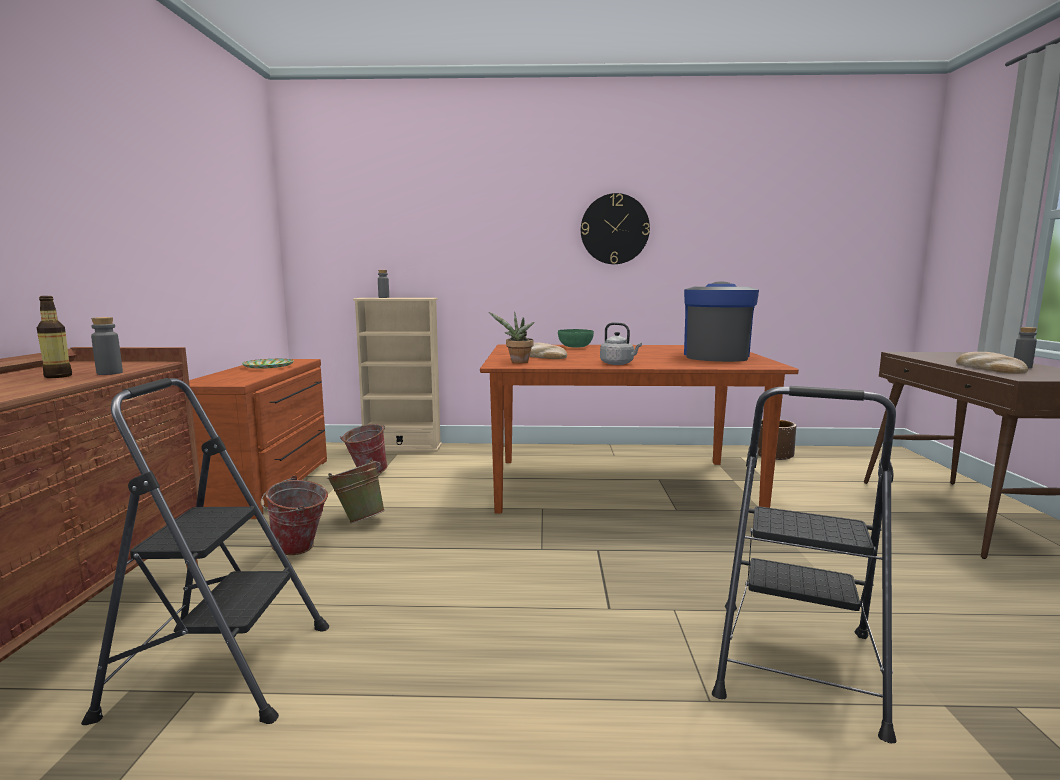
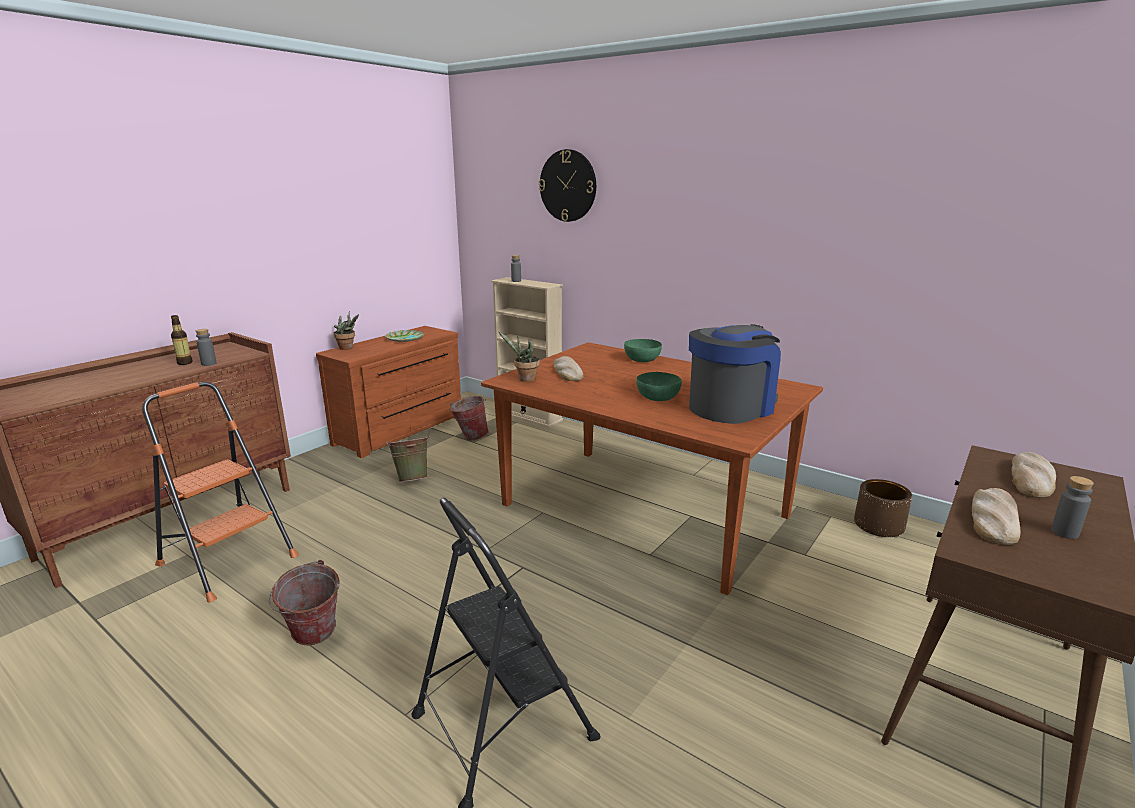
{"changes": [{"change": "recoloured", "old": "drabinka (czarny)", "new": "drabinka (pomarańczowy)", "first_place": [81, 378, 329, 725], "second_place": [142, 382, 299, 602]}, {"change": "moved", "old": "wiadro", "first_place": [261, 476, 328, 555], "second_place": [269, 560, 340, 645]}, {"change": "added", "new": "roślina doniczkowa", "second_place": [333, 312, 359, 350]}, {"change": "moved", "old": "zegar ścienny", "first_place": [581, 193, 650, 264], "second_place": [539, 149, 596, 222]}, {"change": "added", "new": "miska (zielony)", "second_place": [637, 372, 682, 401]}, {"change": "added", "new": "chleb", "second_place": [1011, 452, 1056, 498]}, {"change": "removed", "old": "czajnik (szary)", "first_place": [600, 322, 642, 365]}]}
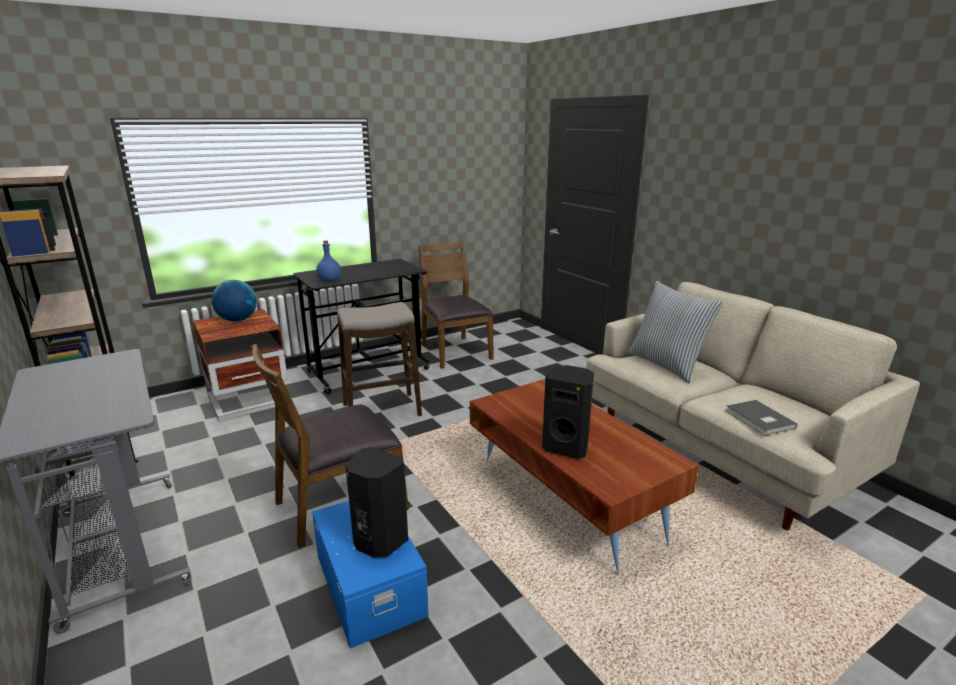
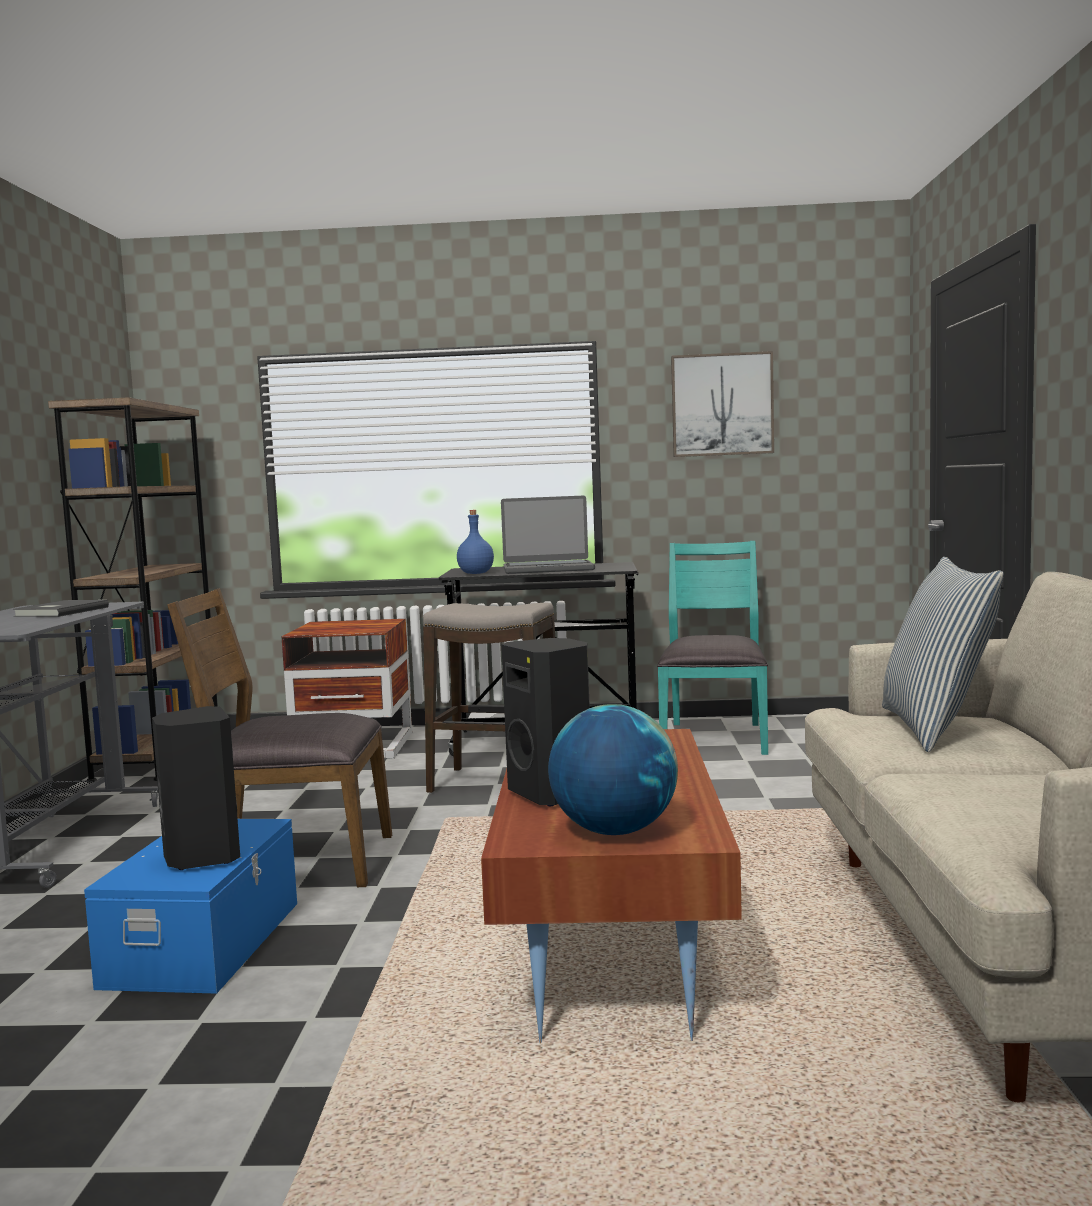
{"changes": [{"change": "moved", "old": "książka (szary)", "first_place": [725, 400, 797, 435], "second_place": [12, 600, 109, 617]}, {"change": "added", "new": "laptop", "second_place": [501, 496, 595, 574]}, {"change": "moved", "old": "globus", "first_place": [211, 280, 257, 322], "second_place": [548, 704, 678, 835]}, {"change": "recoloured", "old": "krzesło (brązowy)", "new": "krzesło (turkusowy)", "first_place": [419, 242, 494, 369], "second_place": [657, 541, 768, 755]}, {"change": "added", "new": "obraz", "second_place": [671, 351, 774, 457]}]}
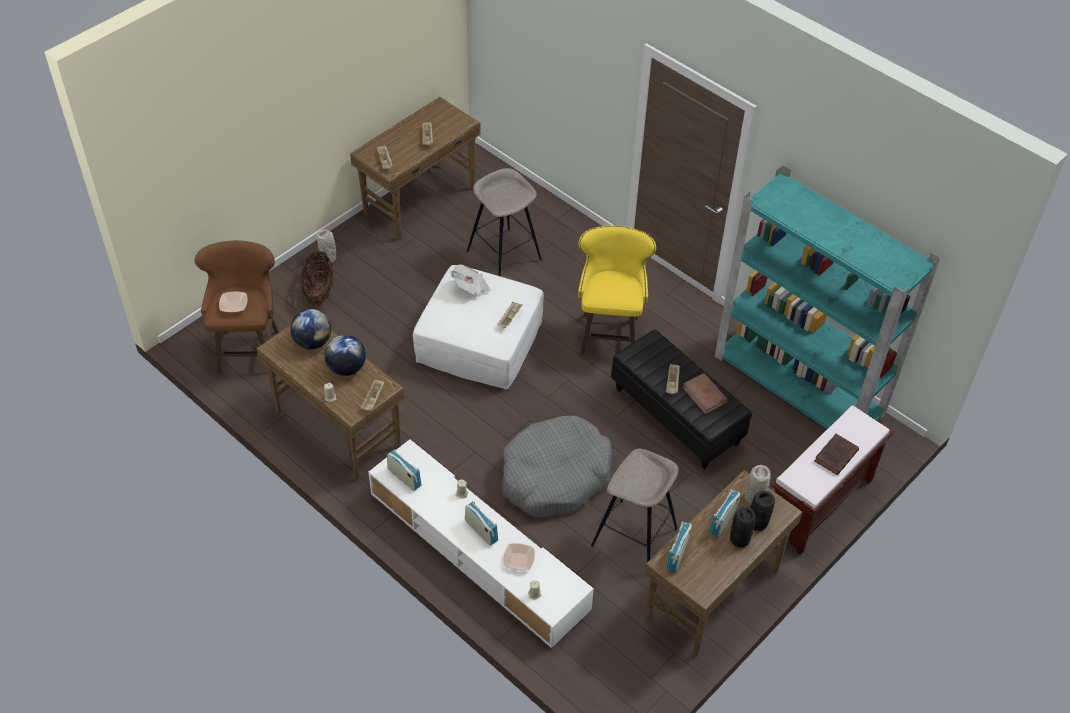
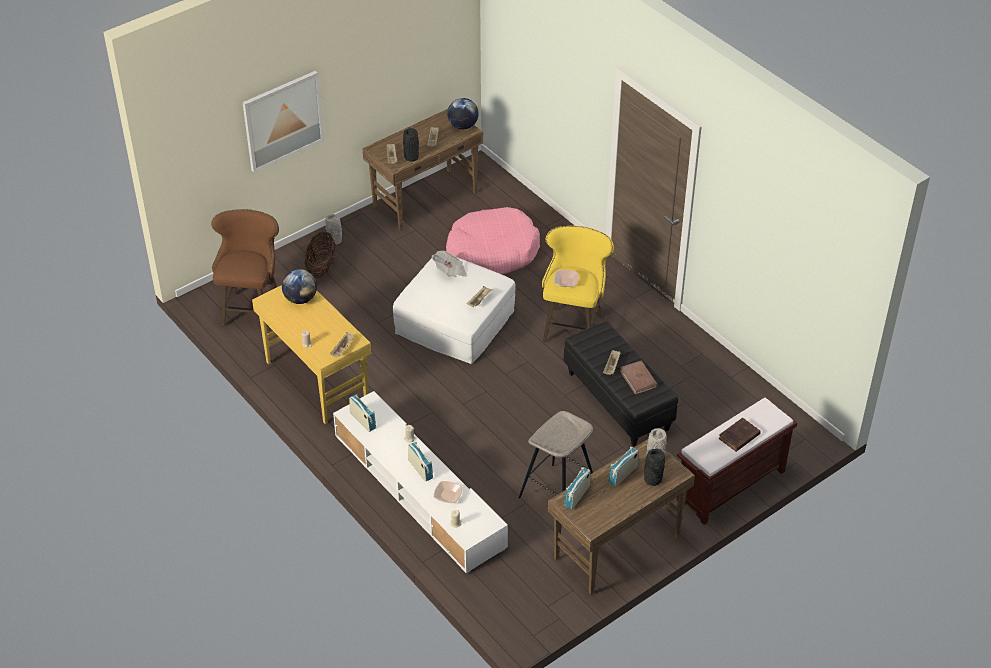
{"changes": [{"change": "added", "new": "obraz", "second_place": [242, 71, 324, 172]}, {"change": "recoloured", "old": "stolik konsolowy (brązowy)", "new": "stolik konsolowy (żółty)", "first_place": [256, 325, 404, 481], "second_place": [252, 285, 371, 424]}, {"change": "moved", "old": "wazon (czarny)", "first_place": [730, 506, 756, 548], "second_place": [403, 128, 419, 161]}, {"change": "replaced", "old": "stołek (szary)", "new": "legowisko (różowy)", "first_place": [467, 168, 542, 277], "second_place": [446, 207, 540, 274]}, {"change": "moved", "old": "globus", "first_place": [324, 335, 366, 376], "second_place": [447, 98, 478, 129]}, {"change": "moved", "old": "miska", "first_place": [219, 292, 247, 312], "second_place": [554, 270, 579, 287]}, {"change": "removed", "old": "legowisko (szary)", "first_place": [502, 416, 612, 518]}, {"change": "removed", "old": "regał (turkusowy)", "first_place": [714, 165, 940, 429]}]}
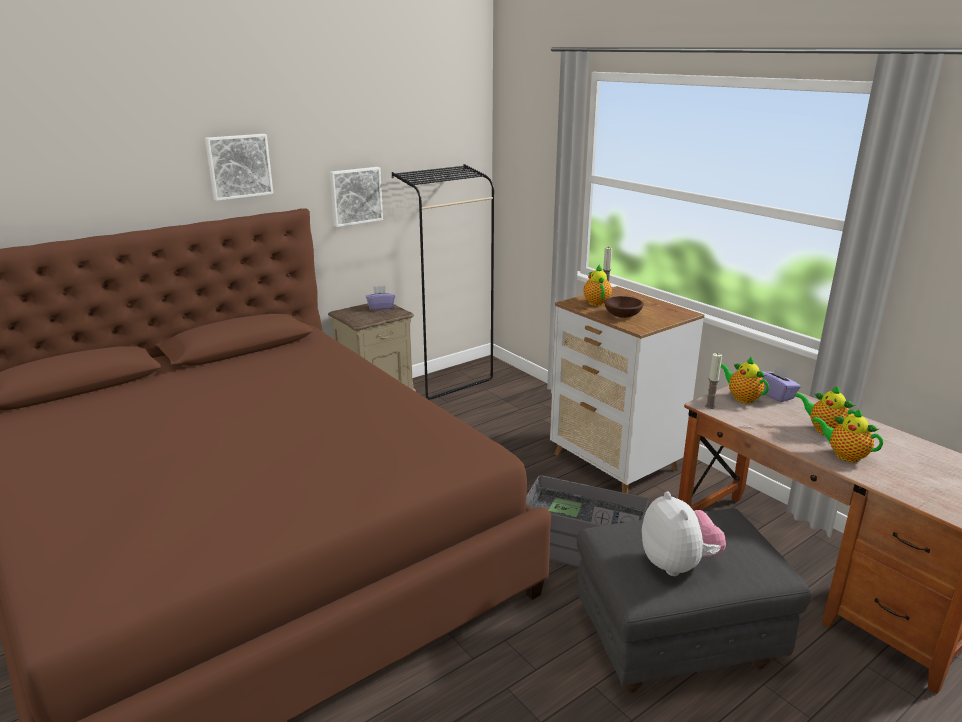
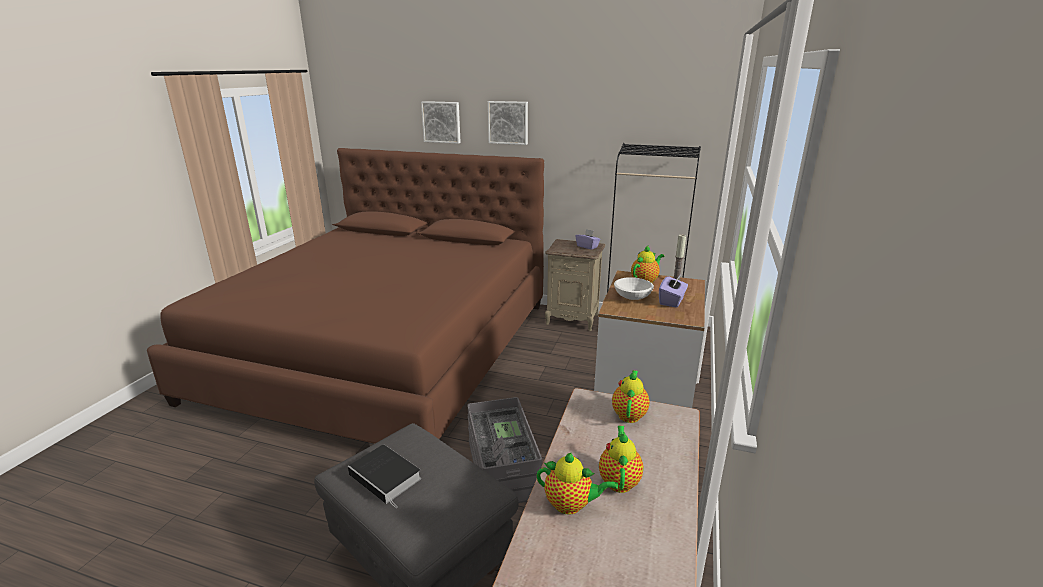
{"changes": [{"change": "replaced", "old": "pluszak", "new": "książka", "first_place": [642, 491, 726, 576], "second_place": [348, 444, 421, 508]}, {"change": "moved", "old": "obraz", "first_place": [329, 167, 383, 227], "second_place": [421, 101, 461, 144]}, {"change": "turned", "old": "imbryk", "first_place": [812, 408, 883, 463], "second_place": [537, 452, 618, 515], "degrees": 105}, {"change": "recoloured", "old": "miska (brązowy)", "new": "miska (biały)", "first_place": [604, 296, 644, 318], "second_place": [614, 277, 654, 300]}, {"change": "moved", "old": "pudełko chusteczek (fioletowy)", "first_place": [762, 364, 801, 402], "second_place": [659, 276, 688, 308]}, {"change": "removed", "old": "świeca", "first_place": [705, 353, 722, 409]}]}
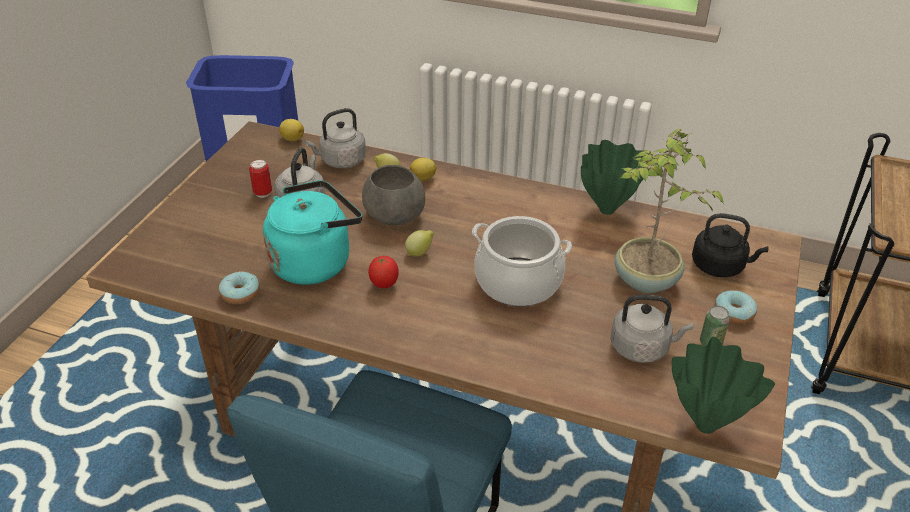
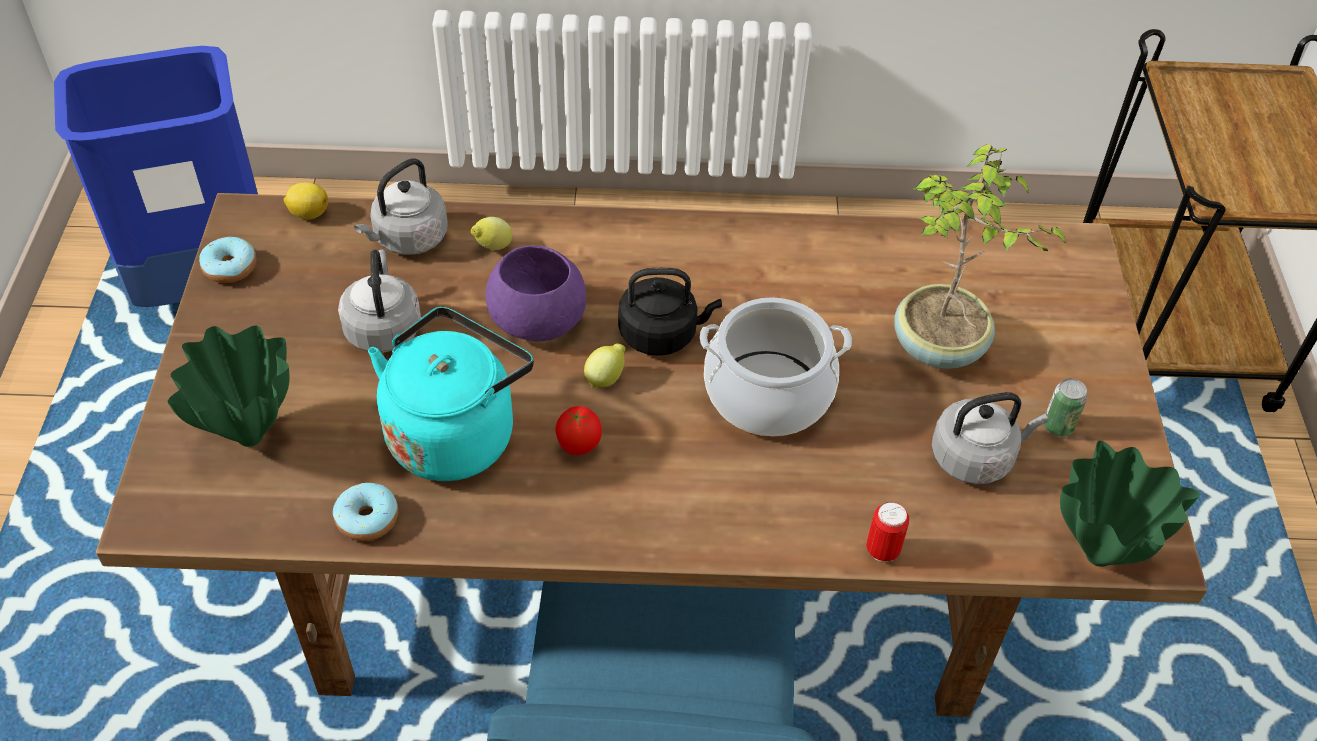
{"changes": [{"change": "moved", "old": "wazon (zielony)", "first_place": [581, 140, 643, 215], "second_place": [168, 326, 290, 447]}, {"change": "moved", "old": "donut", "first_place": [715, 290, 757, 324], "second_place": [199, 236, 256, 283]}, {"change": "recoloured", "old": "miska (szary)", "new": "miska (fioletowy)", "first_place": [362, 165, 425, 225], "second_place": [485, 245, 586, 341]}, {"change": "moved", "old": "czajnik (czarny)", "first_place": [692, 213, 769, 277], "second_place": [618, 268, 722, 356]}, {"change": "moved", "old": "puszka", "first_place": [249, 159, 272, 198], "second_place": [866, 502, 909, 562]}, {"change": "removed", "old": "cytryna", "first_place": [410, 158, 437, 181]}]}
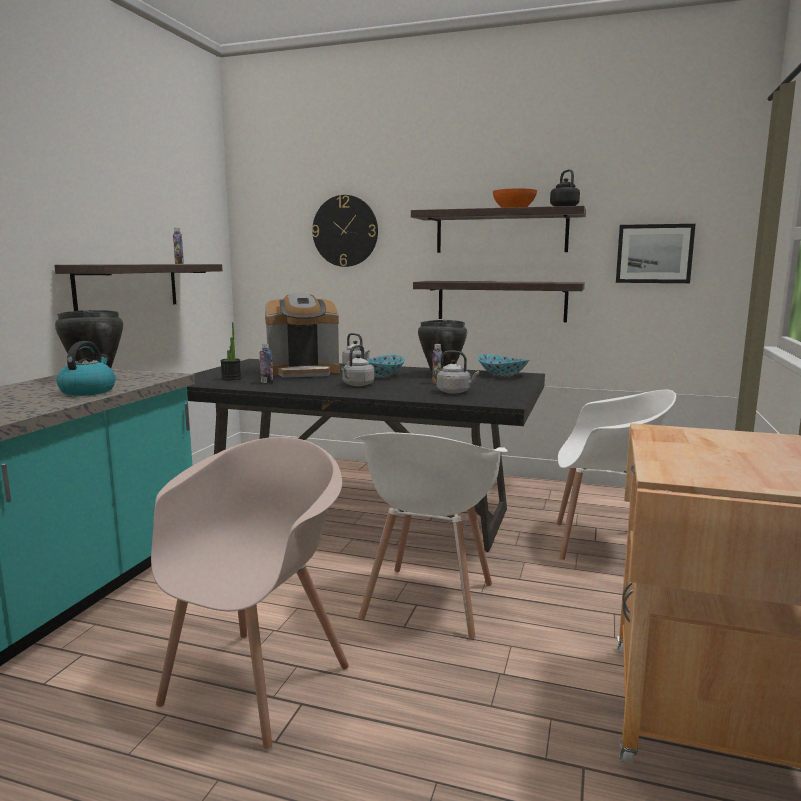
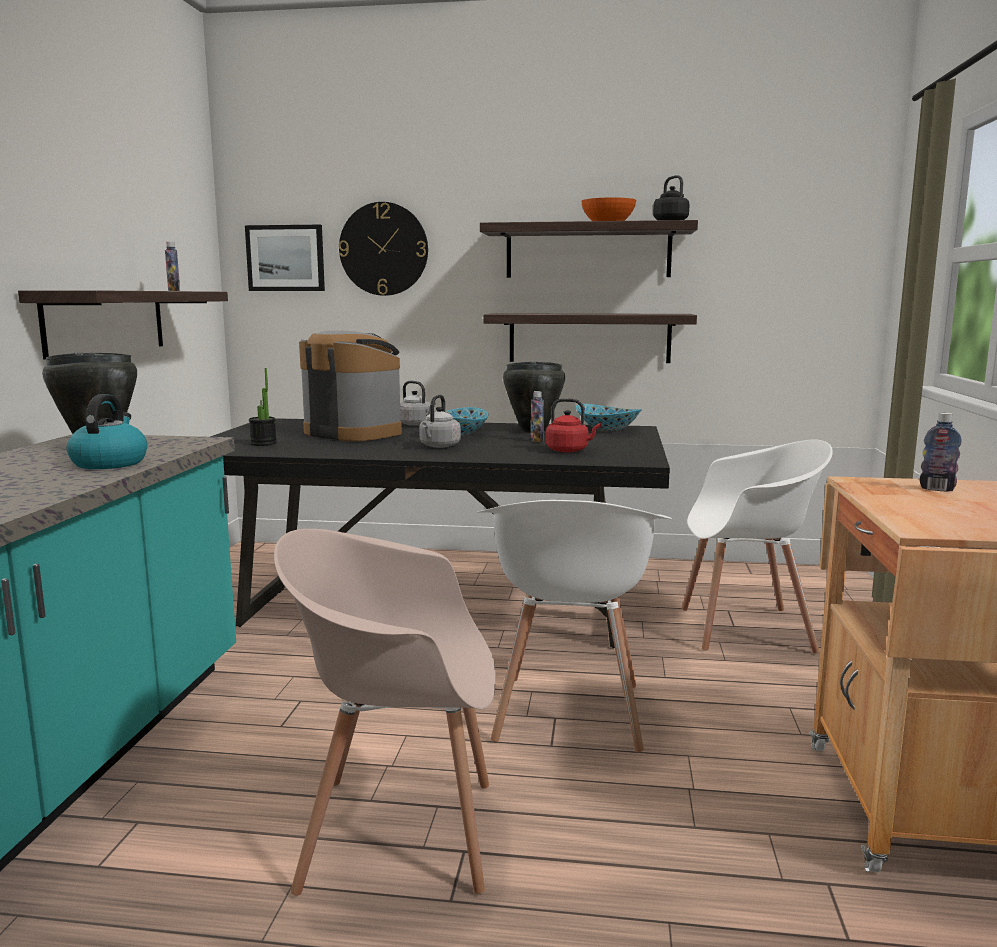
{"changes": [{"change": "moved", "old": "obraz", "first_place": [616, 224, 696, 283], "second_place": [245, 225, 325, 291]}, {"change": "turned", "old": "krzesło (beżowy)", "first_place": [151, 437, 349, 749], "second_place": [274, 529, 496, 896], "degrees": -105}, {"change": "turned", "old": "ekspres do kawy", "first_place": [265, 293, 340, 378], "second_place": [299, 330, 402, 441], "degrees": -120}, {"change": "recoloured", "old": "czajnik (szary)", "new": "czajnik (czerwony)", "first_place": [437, 350, 479, 394], "second_place": [546, 398, 601, 453]}, {"change": "moved", "old": "butelka", "first_place": [260, 344, 273, 384], "second_place": [919, 413, 962, 491]}]}
